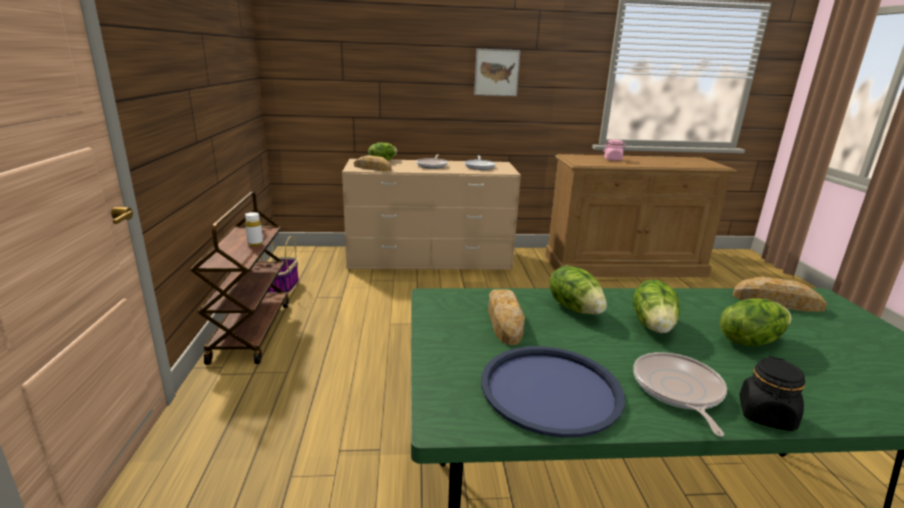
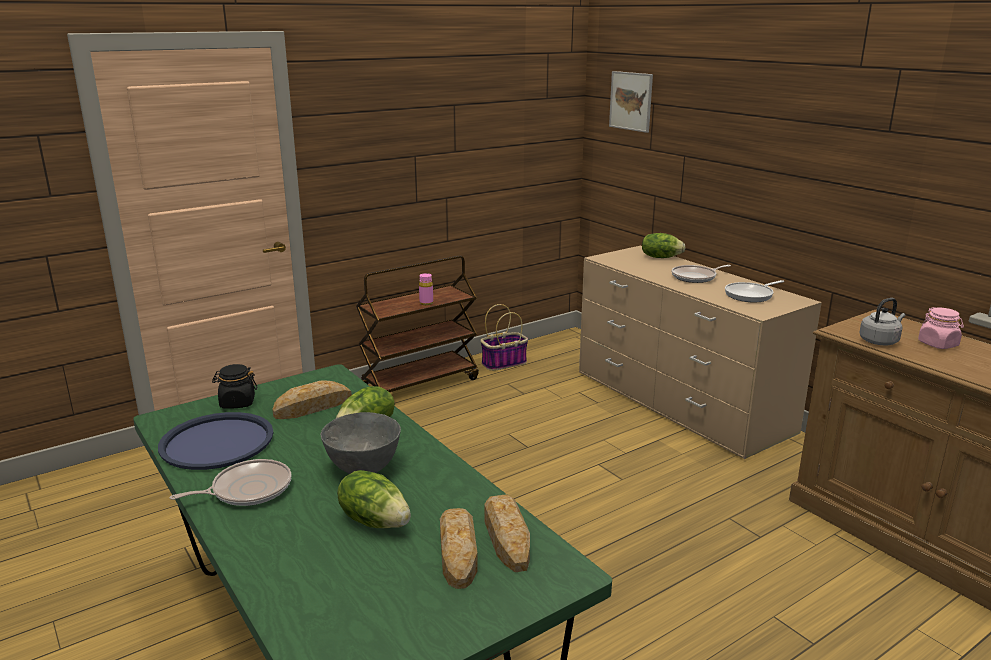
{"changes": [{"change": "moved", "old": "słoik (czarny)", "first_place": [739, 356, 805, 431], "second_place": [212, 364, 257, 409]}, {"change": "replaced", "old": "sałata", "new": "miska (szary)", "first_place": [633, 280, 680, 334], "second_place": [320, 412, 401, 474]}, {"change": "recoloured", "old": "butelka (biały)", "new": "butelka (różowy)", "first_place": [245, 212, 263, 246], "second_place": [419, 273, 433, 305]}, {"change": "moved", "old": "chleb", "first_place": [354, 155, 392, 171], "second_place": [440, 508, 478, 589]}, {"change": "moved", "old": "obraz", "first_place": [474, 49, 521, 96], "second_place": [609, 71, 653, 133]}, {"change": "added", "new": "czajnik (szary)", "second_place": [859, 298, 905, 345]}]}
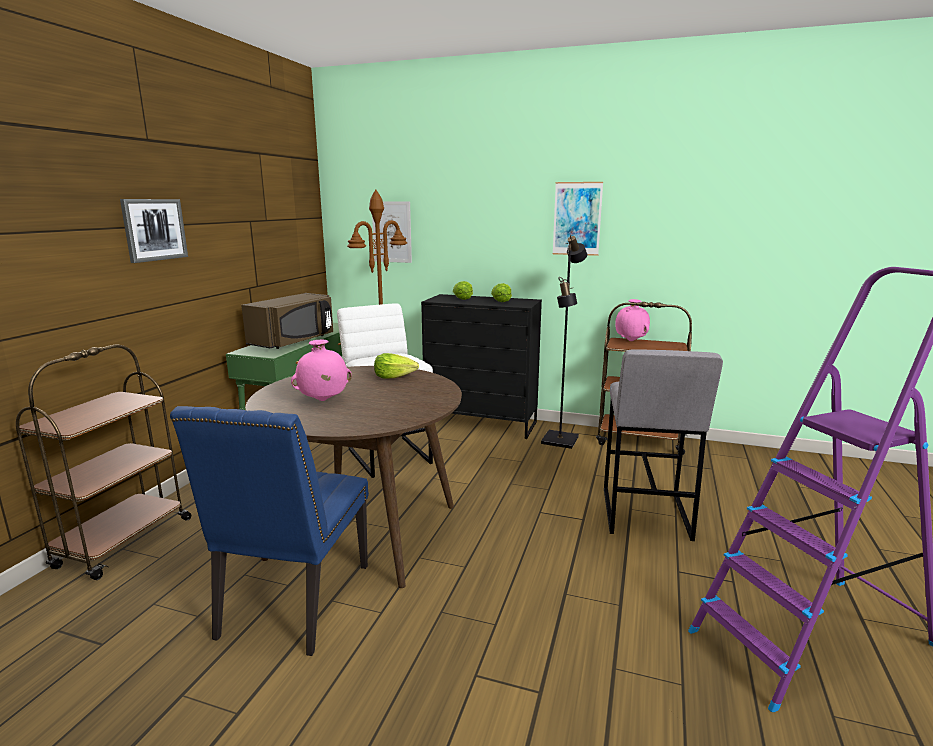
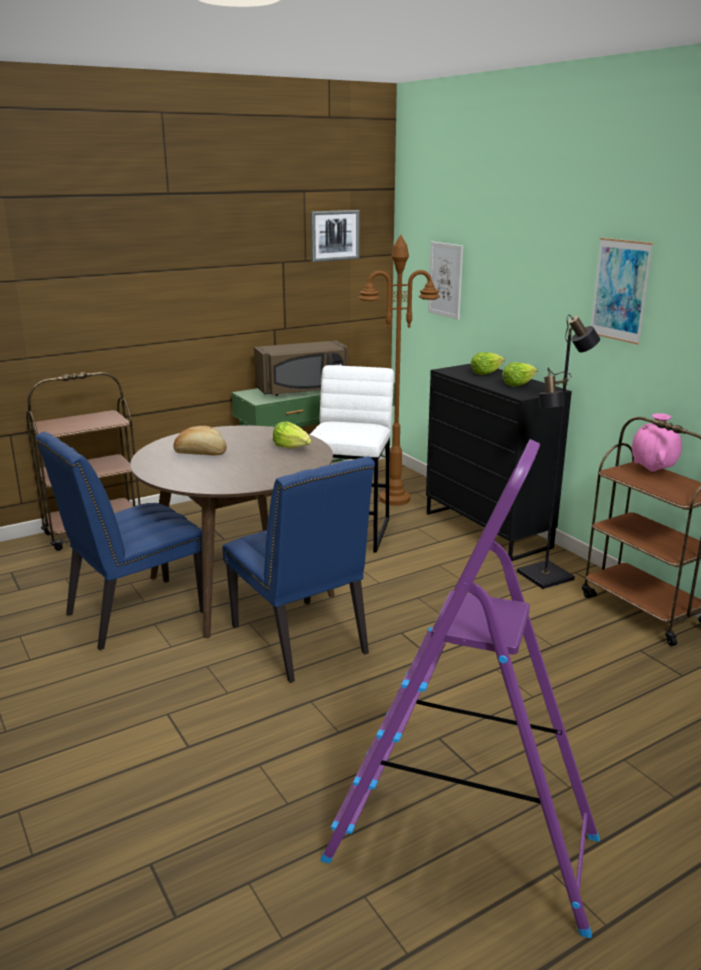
{"changes": [{"change": "replaced", "old": "wazon (różowy)", "new": "chleb", "first_place": [291, 339, 352, 401], "second_place": [173, 426, 227, 455]}, {"change": "added", "new": "krzesło (niebieski)", "second_place": [222, 456, 375, 683]}, {"change": "moved", "old": "obraz", "first_place": [120, 199, 188, 263], "second_place": [310, 210, 360, 262]}, {"change": "removed", "old": "stołek (szary)", "first_place": [604, 349, 723, 541]}]}
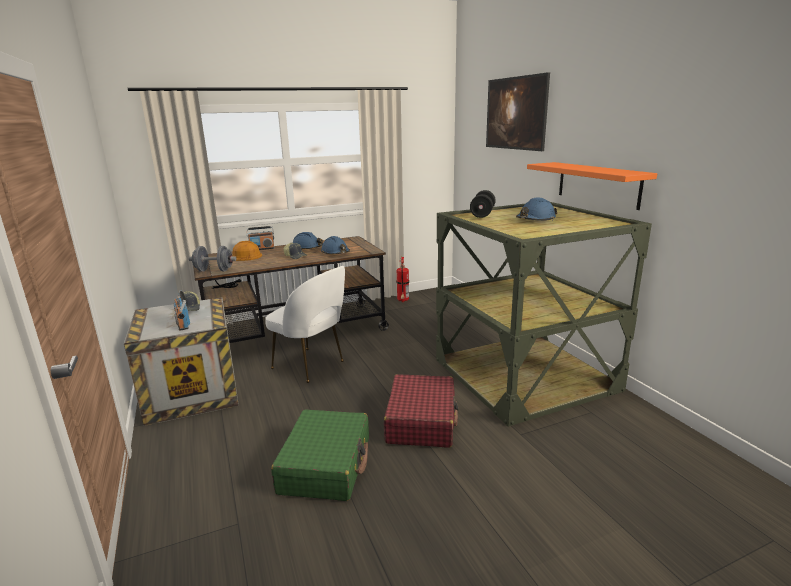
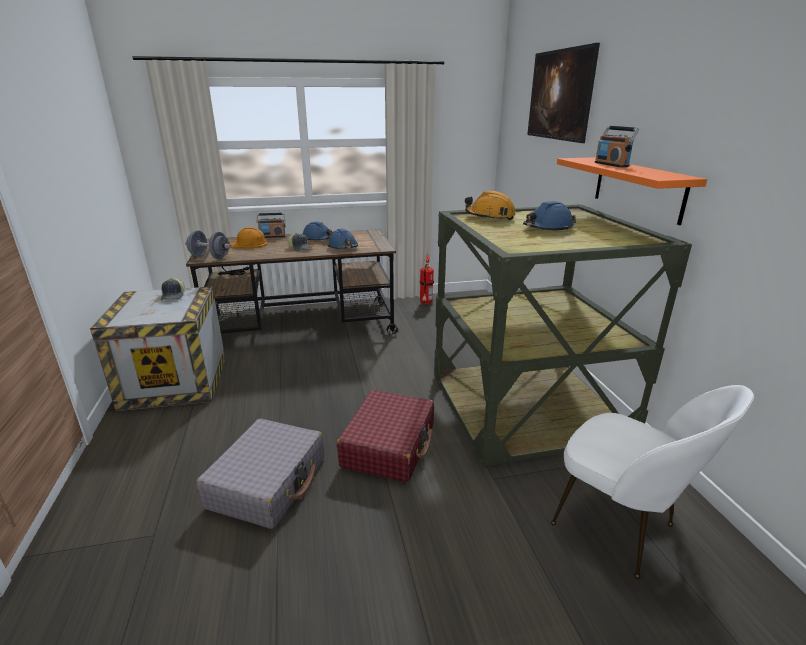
{"changes": [{"change": "recoloured", "old": "walizka (zielony)", "new": "walizka (szary)", "first_place": [271, 409, 369, 501], "second_place": [196, 419, 324, 529]}, {"change": "replaced", "old": "hantel (czarny)", "new": "kask (pomarańczowy)", "first_place": [470, 190, 496, 218], "second_place": [465, 191, 516, 220]}, {"change": "moved", "old": "krzesło (biały)", "first_place": [265, 266, 345, 383], "second_place": [551, 385, 754, 579]}, {"change": "moved", "old": "radio", "first_place": [173, 290, 190, 331], "second_place": [595, 126, 639, 167]}]}
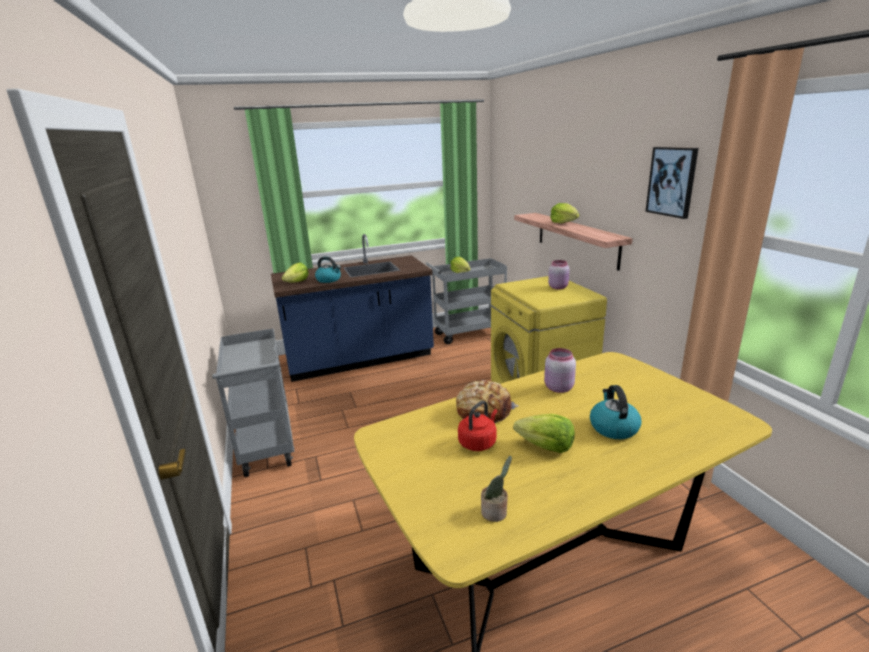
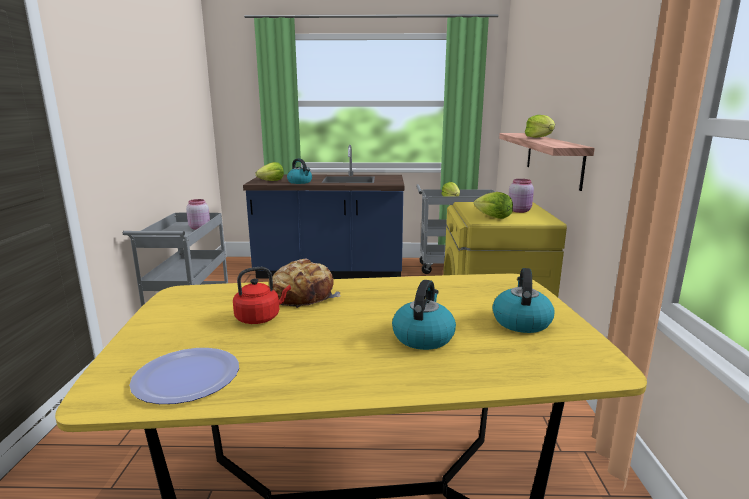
{"changes": [{"change": "replaced", "old": "roślina doniczkowa", "new": "talerz", "first_place": [481, 456, 512, 522], "second_place": [129, 348, 239, 404]}, {"change": "moved", "old": "słoik (różowy)", "first_place": [544, 348, 576, 393], "second_place": [186, 199, 210, 230]}, {"change": "moved", "old": "sałata", "first_place": [513, 414, 575, 453], "second_place": [474, 192, 513, 219]}, {"change": "added", "new": "czajnik", "second_place": [493, 268, 554, 333]}, {"change": "removed", "old": "obraz", "first_place": [645, 147, 698, 219]}]}
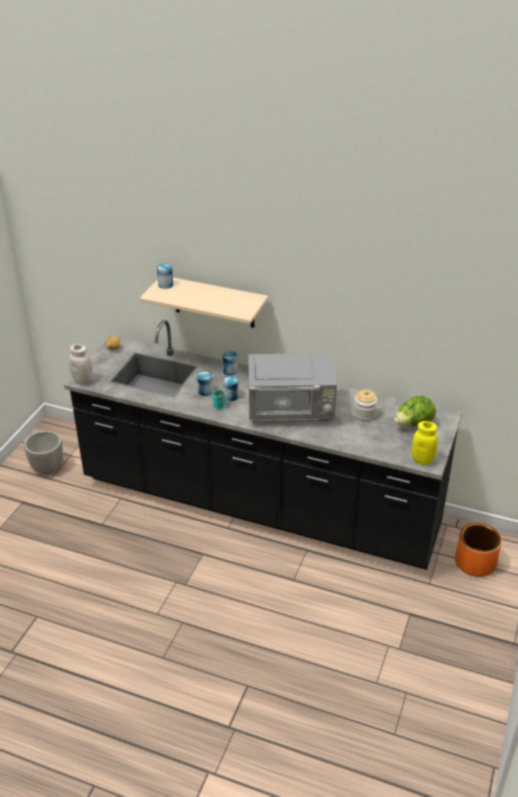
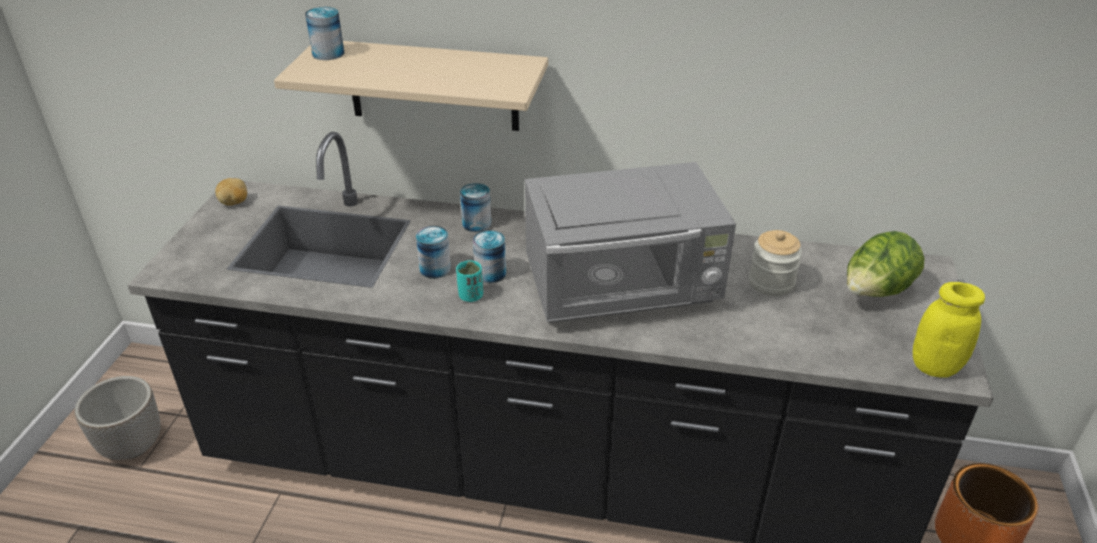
{"changes": [{"change": "removed", "old": "słoik (biały)", "first_place": [69, 344, 93, 385]}]}
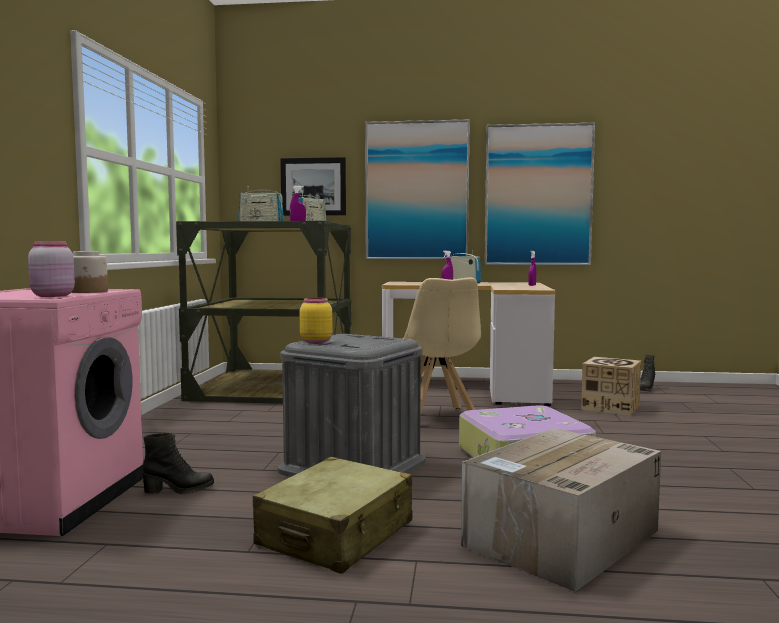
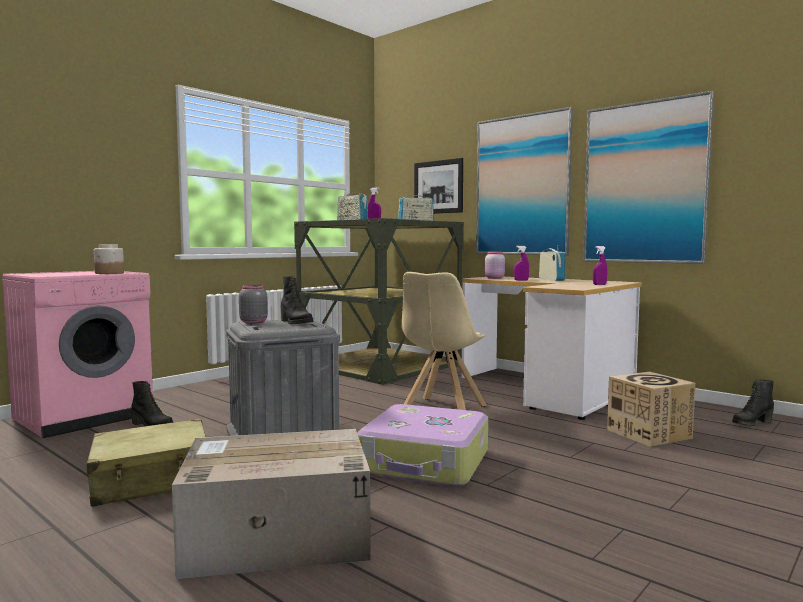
{"changes": [{"change": "recoloured", "old": "słoik (żółty)", "new": "słoik (szary)", "first_place": [300, 297, 332, 343], "second_place": [239, 285, 268, 324]}, {"change": "added", "new": "but z cholewką (czarny)", "second_place": [281, 276, 313, 324]}, {"change": "moved", "old": "słoik (różowy)", "first_place": [28, 241, 75, 297], "second_place": [485, 252, 505, 279]}]}
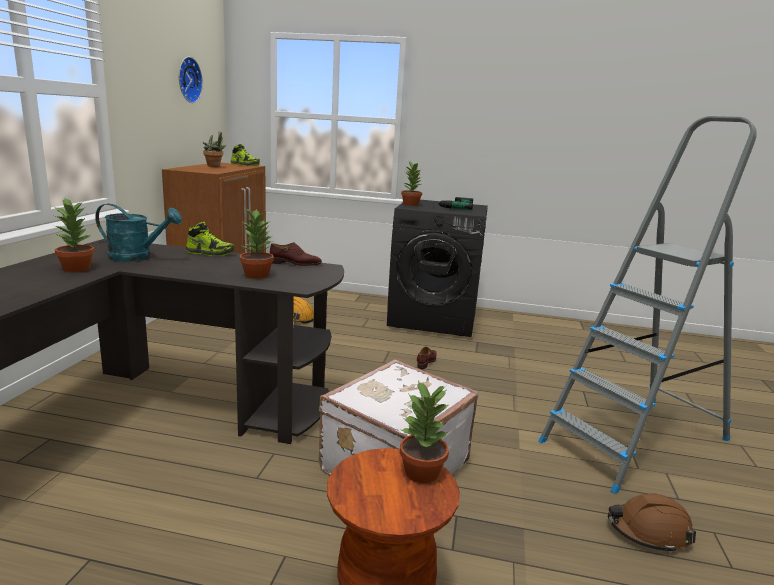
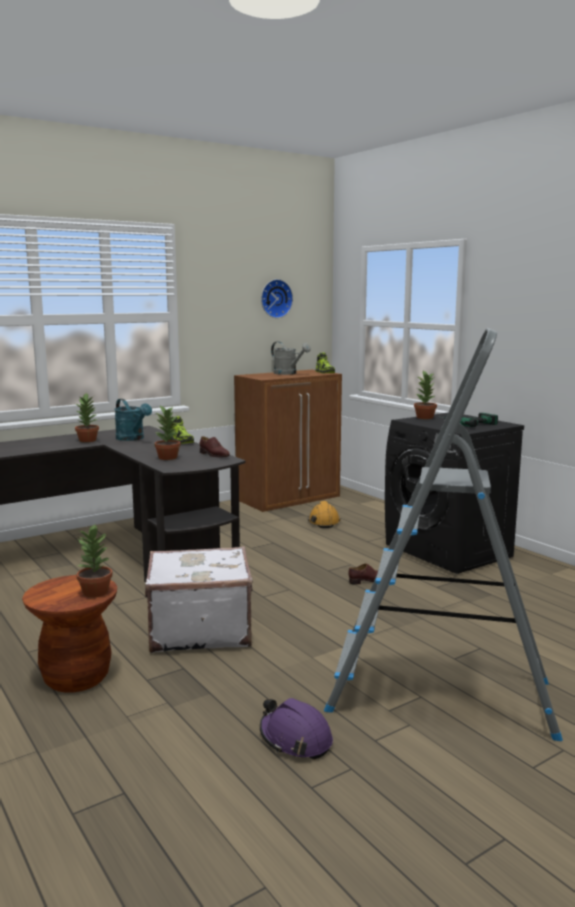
{"changes": [{"change": "recoloured", "old": "kask (brązowy)", "new": "kask (fioletowy)", "first_place": [608, 493, 696, 553], "second_place": [260, 698, 333, 760]}, {"change": "replaced", "old": "roślina doniczkowa", "new": "konewka (szary)", "first_place": [203, 132, 227, 167], "second_place": [271, 342, 311, 375]}]}
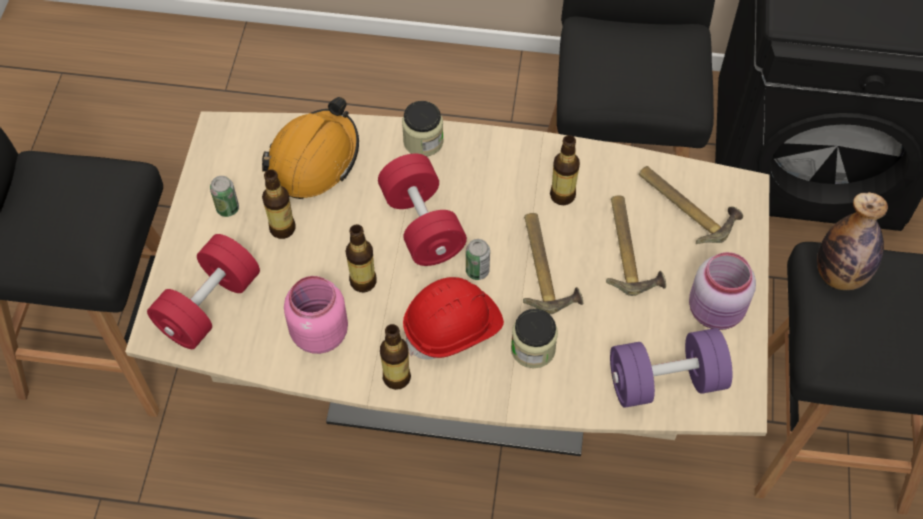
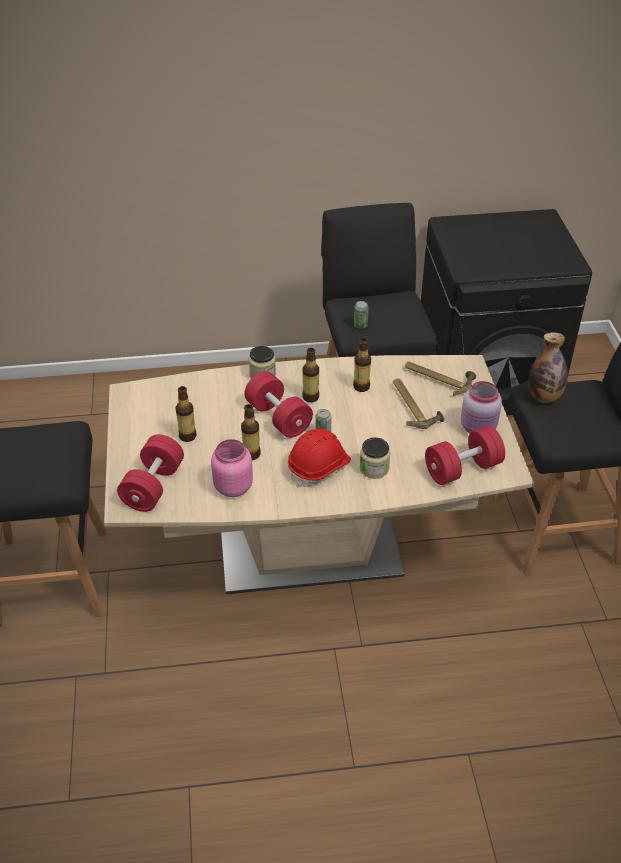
{"changes": [{"change": "moved", "old": "butelka", "first_place": [380, 324, 411, 390], "second_place": [302, 348, 319, 402]}, {"change": "moved", "old": "puszka", "first_place": [210, 176, 239, 217], "second_place": [354, 301, 369, 329]}, {"change": "recoloured", "old": "hantel (fioletowy)", "new": "hantel (czerwony)", "first_place": [610, 328, 732, 408], "second_place": [425, 426, 505, 485]}, {"change": "removed", "old": "kask (pomarańczowy)", "first_place": [262, 97, 359, 199]}, {"change": "removed", "old": "młotek", "first_place": [523, 213, 583, 314]}]}
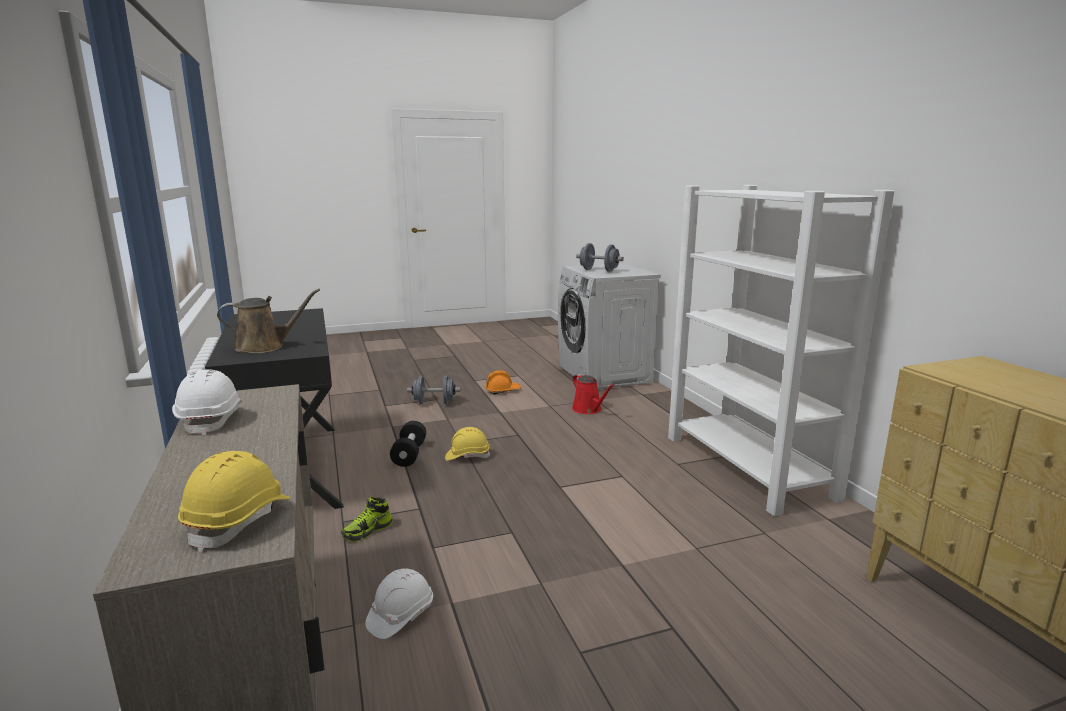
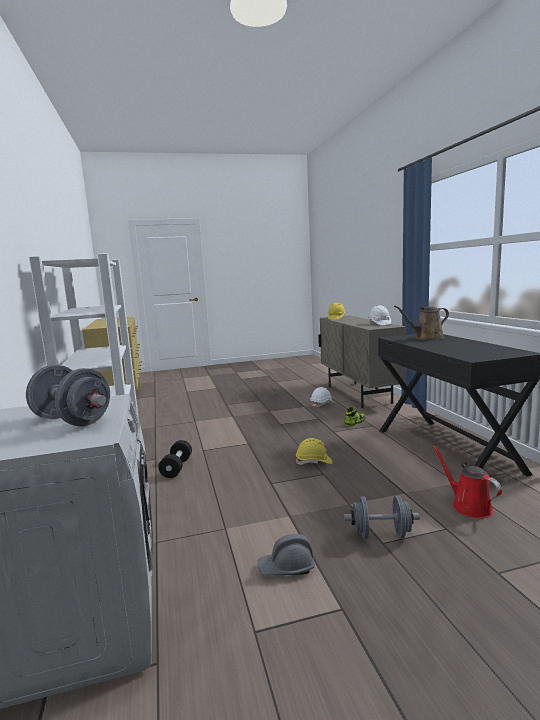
{"changes": [{"change": "moved", "old": "hantel (czarny)", "first_place": [390, 421, 426, 467], "second_place": [158, 440, 192, 478]}, {"change": "recoloured", "old": "kask (pomarańczowy)", "new": "kask (szary)", "first_place": [486, 370, 521, 395], "second_place": [258, 534, 315, 576]}, {"change": "moved", "old": "konewka (czerwony)", "first_place": [572, 374, 615, 414], "second_place": [432, 446, 502, 518]}]}
